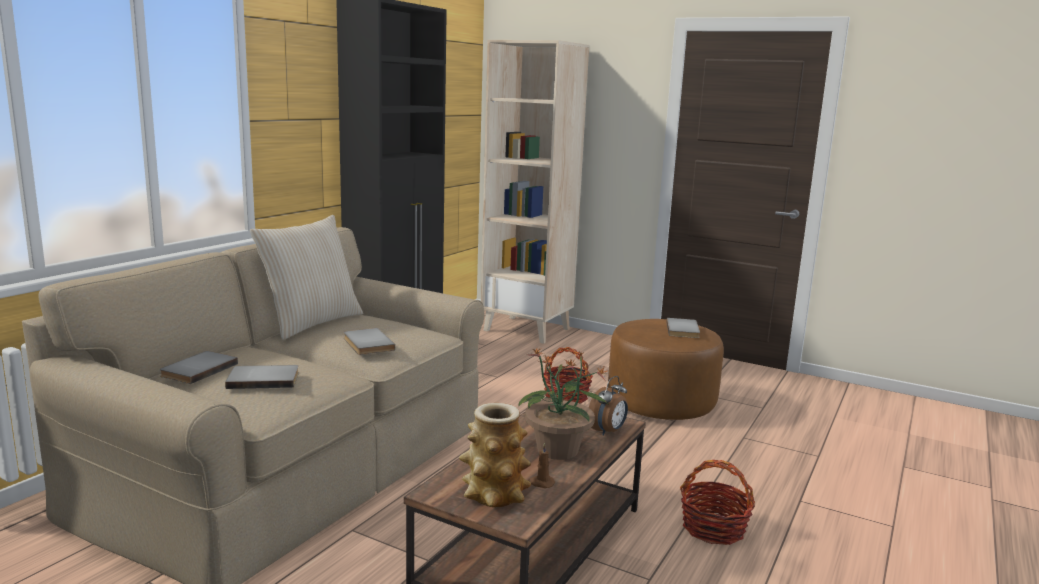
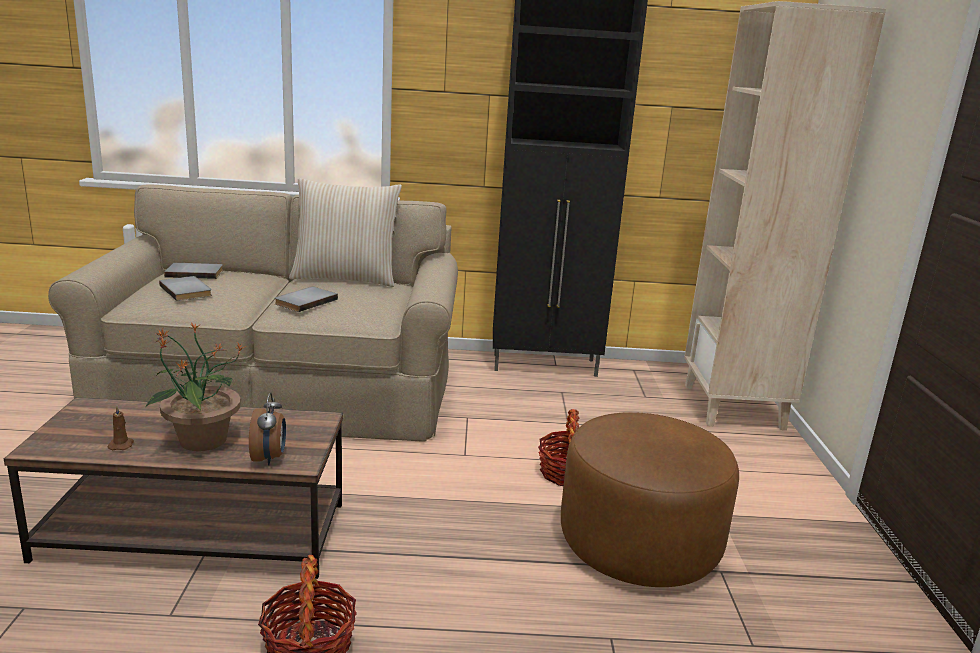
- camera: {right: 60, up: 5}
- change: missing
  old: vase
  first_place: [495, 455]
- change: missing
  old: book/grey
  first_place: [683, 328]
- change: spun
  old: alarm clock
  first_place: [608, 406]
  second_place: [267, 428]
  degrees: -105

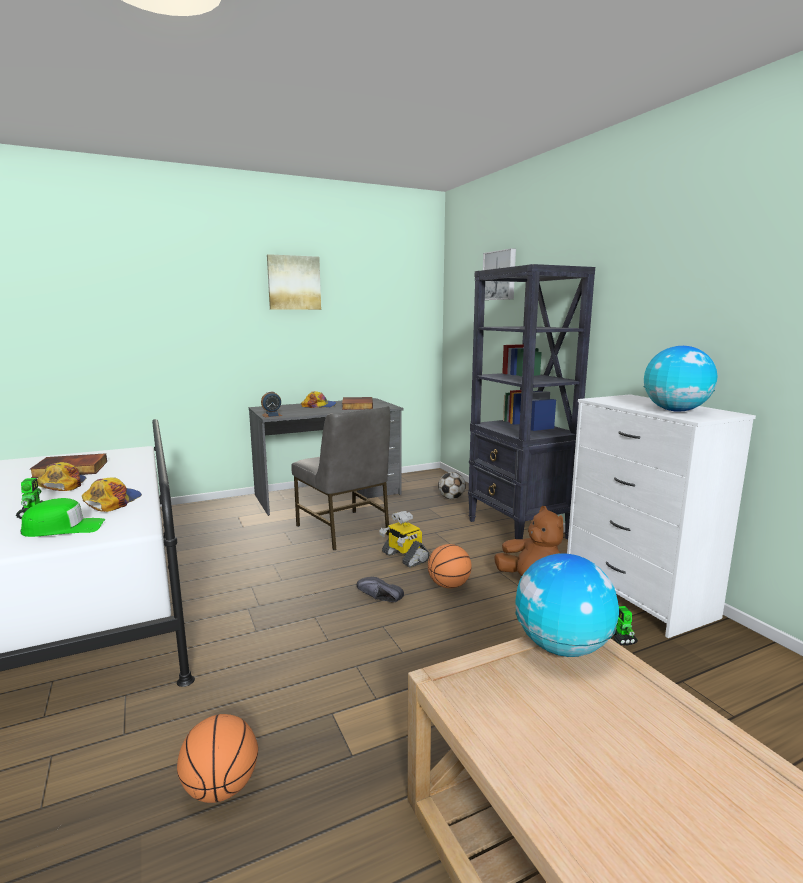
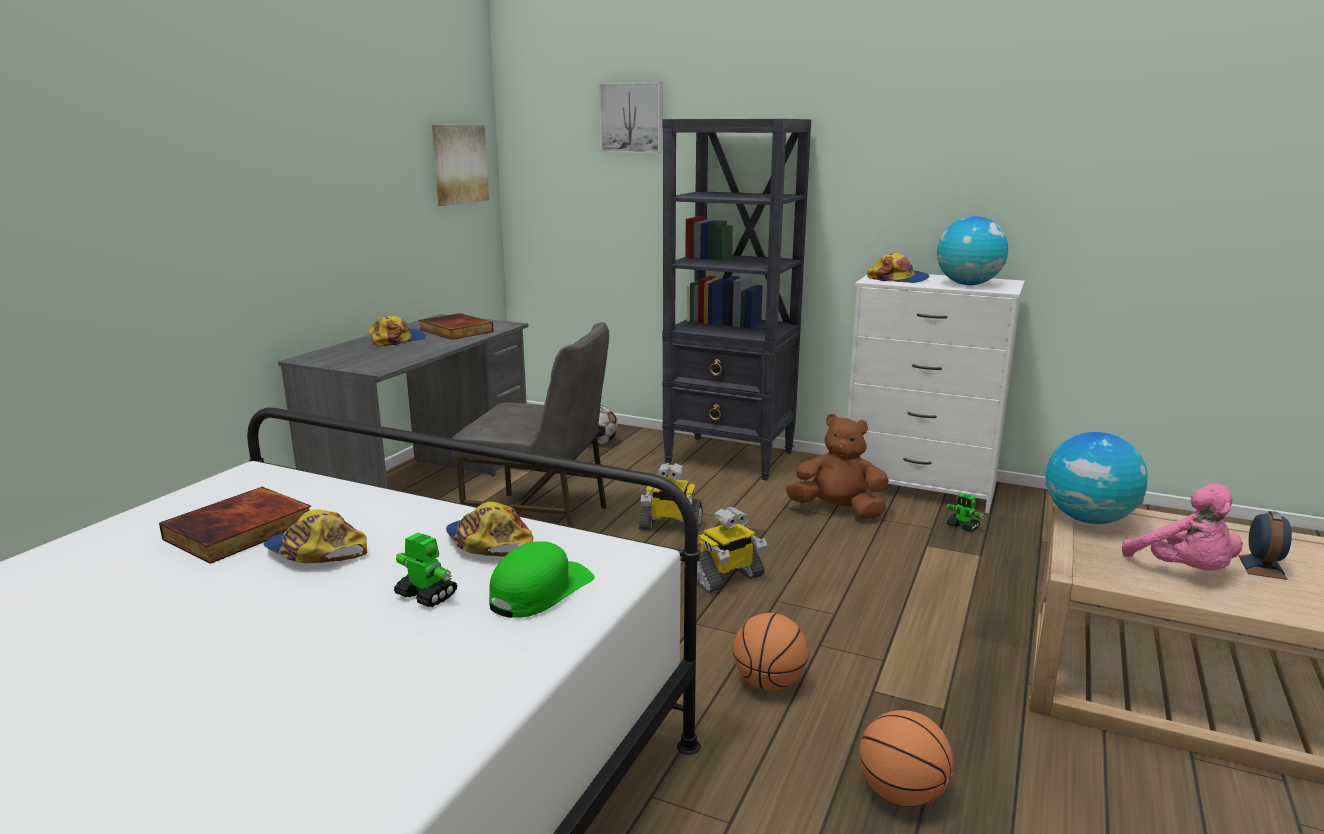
- camera: {right: -40, up: 5}
- change: appeared
  new: cap
  second_place: [898, 268]
- change: appeared
  new: plush toy/pink
  second_place: [1182, 527]
- change: relocated
  old: alarm clock
  first_place: [271, 404]
  second_place: [1265, 545]
- change: relocated
  old: picture
  first_place: [294, 282]
  second_place: [460, 165]
- change: relocated
  old: basketball
  first_place: [450, 566]
  second_place: [771, 651]
- change: exchanged
  old: shoe/black
  new: toy robot
  first_place: [380, 589]
  second_place: [732, 550]

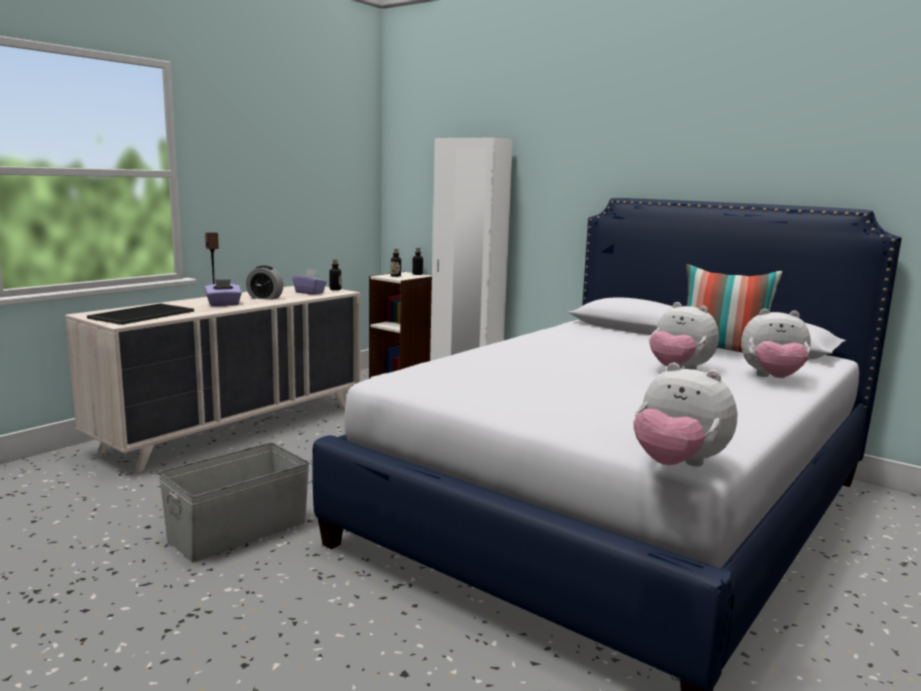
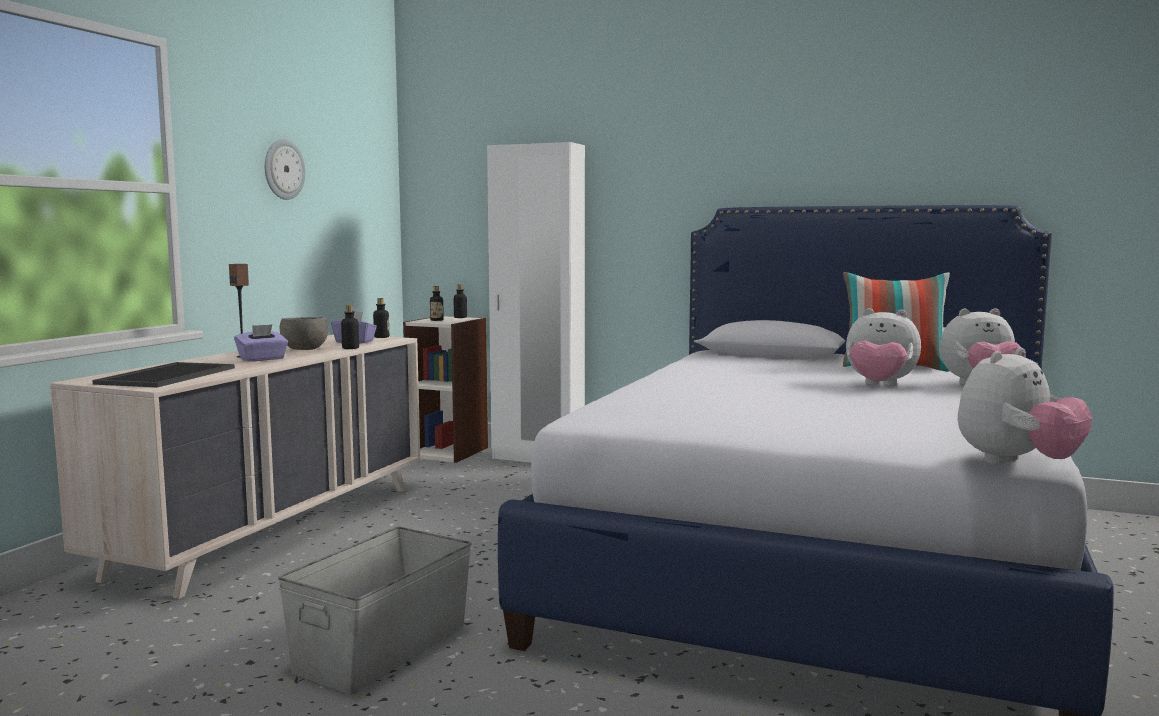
- camera: {right: -15, up: -5}
- change: appeared
  new: wall clock
  second_place: [285, 169]
- change: appeared
  new: bottle
  second_place: [350, 327]
- change: exchanged
  old: alarm clock
  new: bowl/grey
  first_place: [265, 282]
  second_place: [304, 333]
- change: spun
  old: plush toy
  first_place: [685, 415]
  second_place: [1025, 406]
  degrees: -60

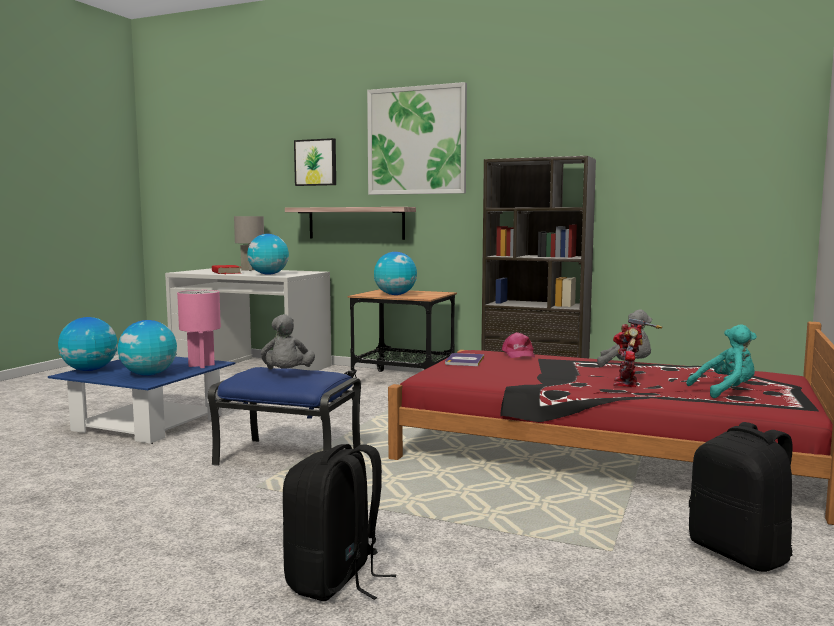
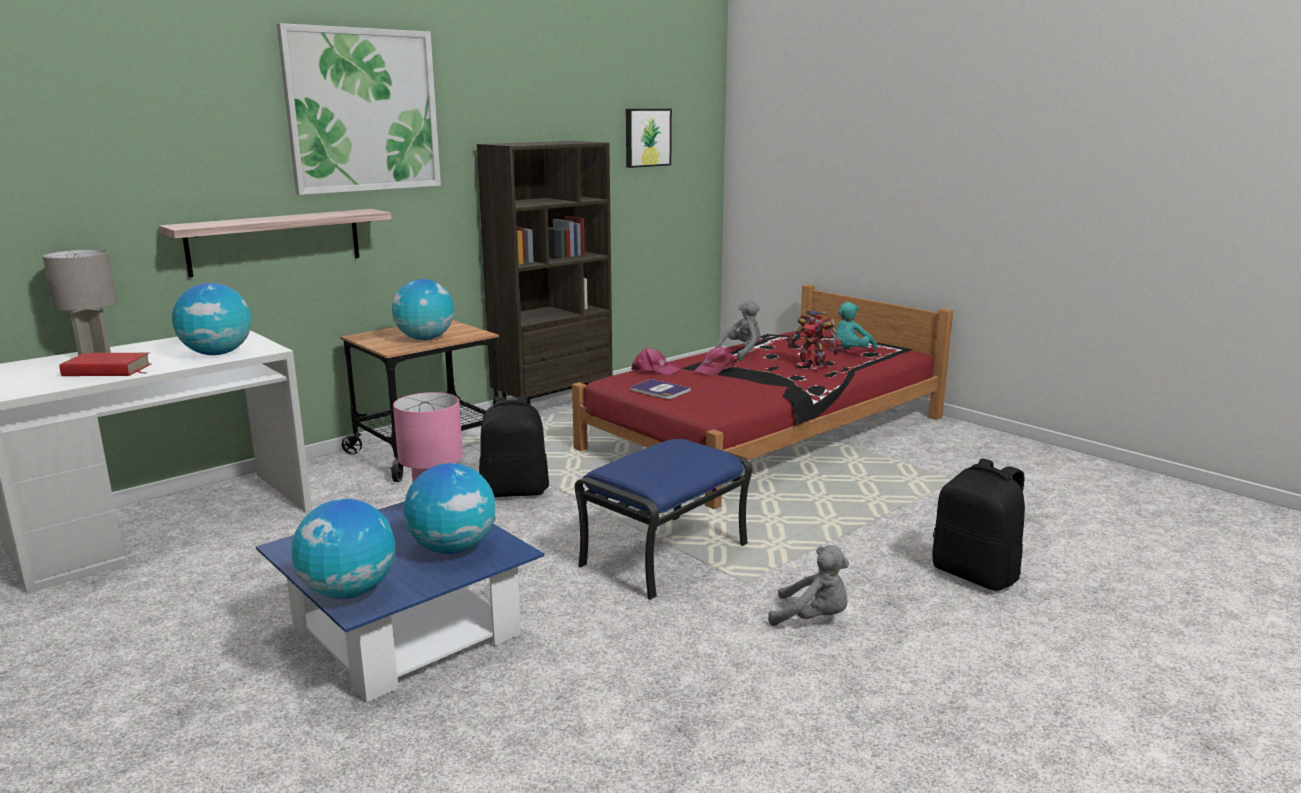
- camera: {right: -65, up: 10}
- change: appeared
  new: cap/pink
  second_place: [714, 361]
- change: relocated
  old: plush toy/grey
  first_place: [288, 342]
  second_place: [808, 585]
- change: relocated
  old: picture
  first_place: [315, 162]
  second_place: [649, 138]
- change: relocated
  old: backpack/black
  first_place: [741, 497]
  second_place: [514, 446]
- change: spun
  old: plush toy/turquoise
  first_place: [721, 361]
  second_place: [857, 326]
  degrees: -150

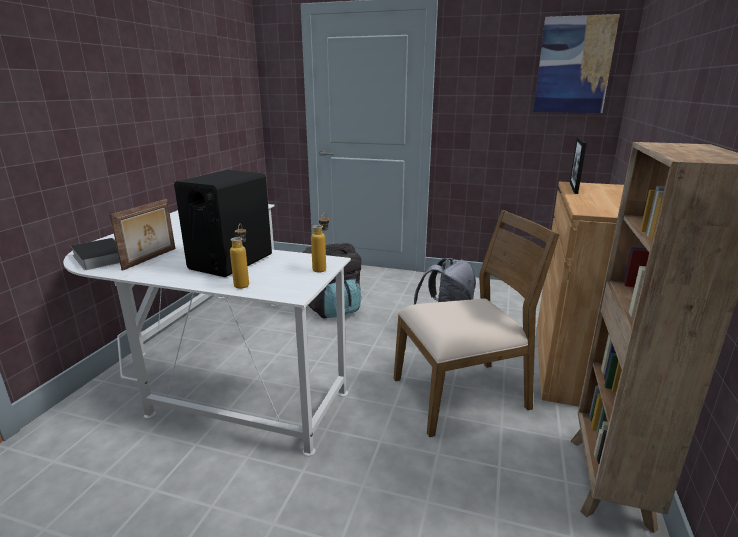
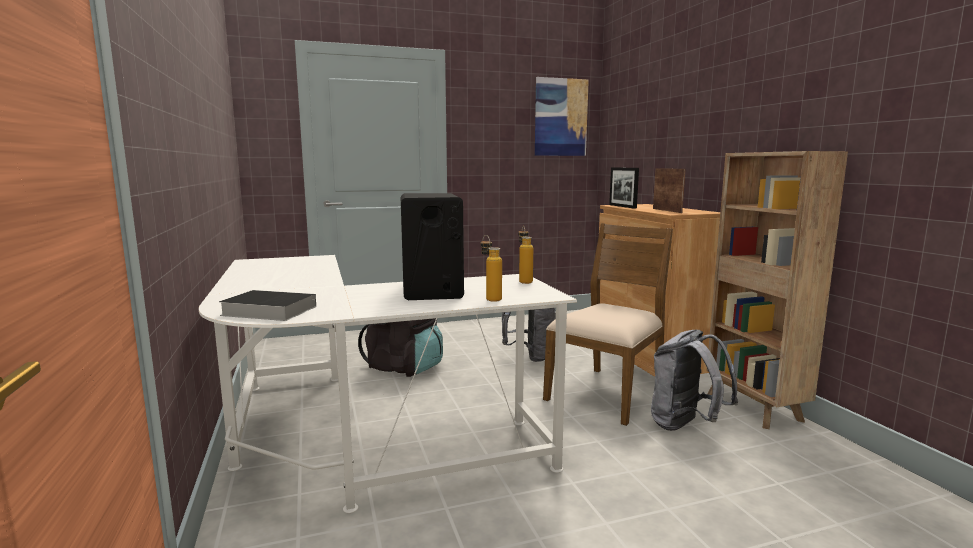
- camera: {right: -35, up: -10}
- change: appeared
  new: backpack/grey
  second_place: [694, 380]
- change: relocated
  old: picture frame
  first_place: [142, 235]
  second_place: [669, 190]

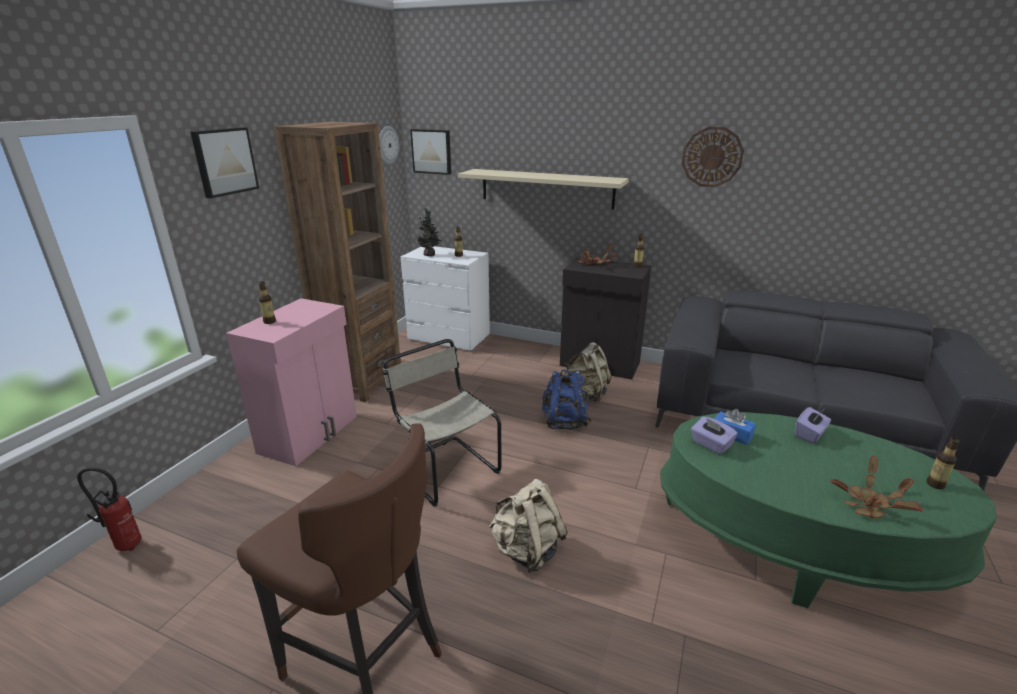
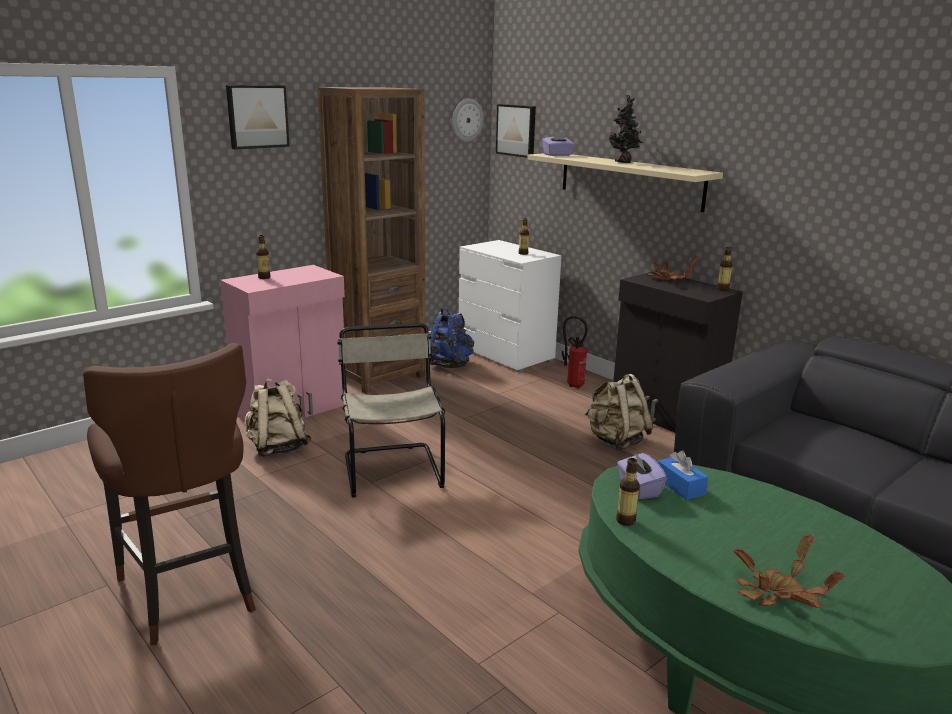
- camera: {right: 25, up: -5}
- change: missing
  old: wall clock
  first_place: [713, 157]
- change: relocated
  old: fire extinguisher
  first_place: [109, 509]
  second_place: [575, 352]
- change: relocated
  old: potted plant
  first_place: [429, 232]
  second_place: [626, 129]
- change: relocated
  old: backpack/beige
  first_place: [528, 526]
  second_place: [278, 418]
- change: relocated
  old: backpack/blue
  first_place: [566, 399]
  second_place: [452, 338]
- change: relocated
  old: tissue box/purple
  first_place: [813, 425]
  second_place: [558, 144]
- change: relocated
  old: bottle
  first_place: [943, 463]
  second_place: [628, 492]

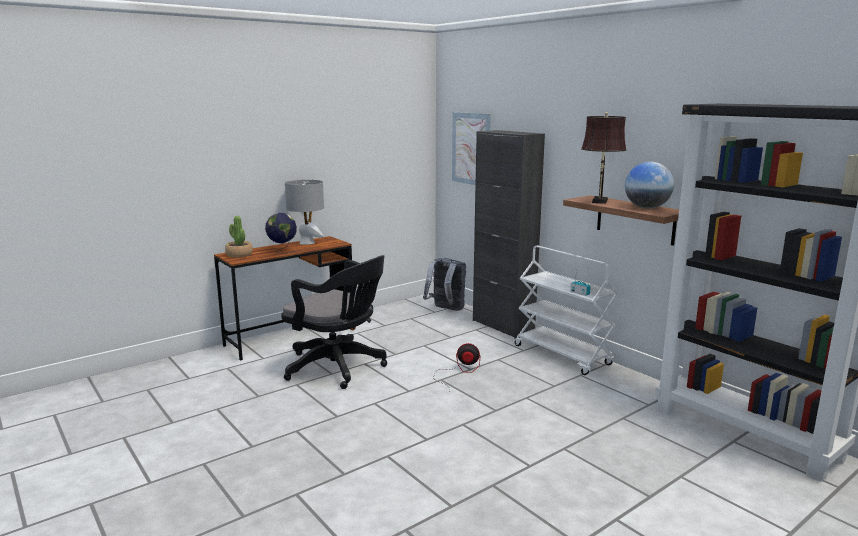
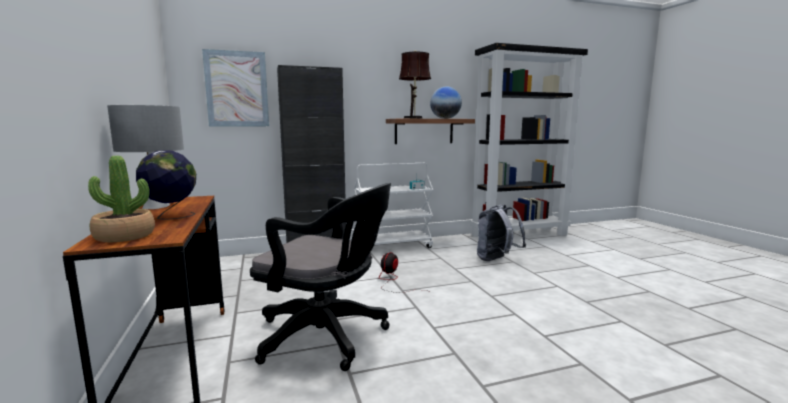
- camera: {right: -70, up: -5}
- change: relocated
  old: backpack/grey
  first_place: [444, 284]
  second_place: [501, 232]
- change: spun
  old: office chair/black
  first_place: [334, 322]
  second_place: [320, 277]
  degrees: 60

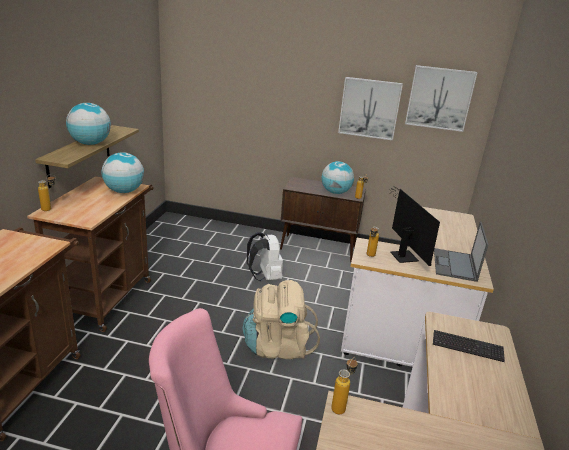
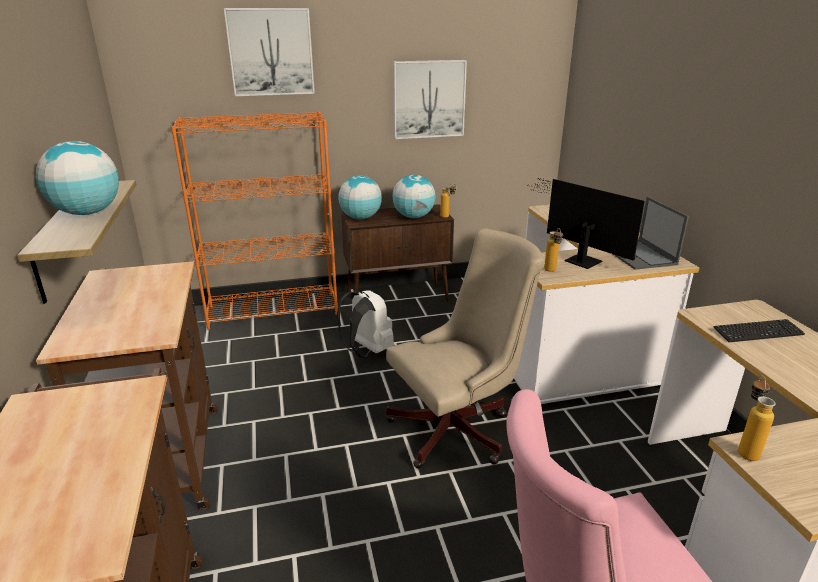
- camera: {right: -25, up: 0}
- change: missing
  old: bottle
  first_place: [46, 192]
- change: appeared
  new: bookcase/orange
  second_place: [254, 221]
- change: relocated
  old: globe
  first_place: [122, 172]
  second_place: [360, 197]
- change: relocated
  old: picture
  first_place: [441, 98]
  second_place: [269, 52]
- change: exchanged
  old: backpack/beige
  new: office chair/beige
  first_place: [281, 319]
  second_place: [465, 348]

